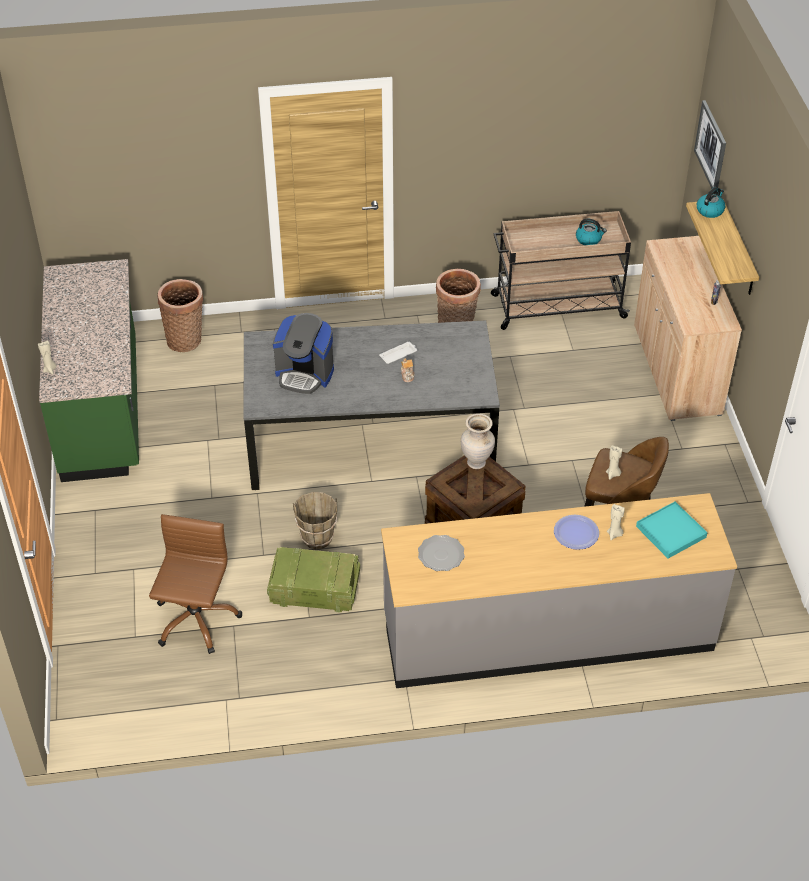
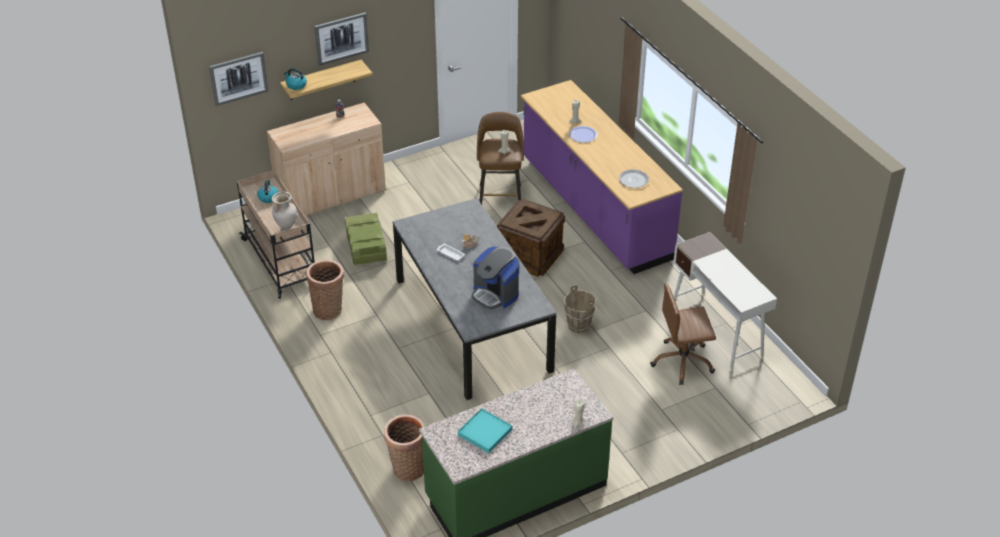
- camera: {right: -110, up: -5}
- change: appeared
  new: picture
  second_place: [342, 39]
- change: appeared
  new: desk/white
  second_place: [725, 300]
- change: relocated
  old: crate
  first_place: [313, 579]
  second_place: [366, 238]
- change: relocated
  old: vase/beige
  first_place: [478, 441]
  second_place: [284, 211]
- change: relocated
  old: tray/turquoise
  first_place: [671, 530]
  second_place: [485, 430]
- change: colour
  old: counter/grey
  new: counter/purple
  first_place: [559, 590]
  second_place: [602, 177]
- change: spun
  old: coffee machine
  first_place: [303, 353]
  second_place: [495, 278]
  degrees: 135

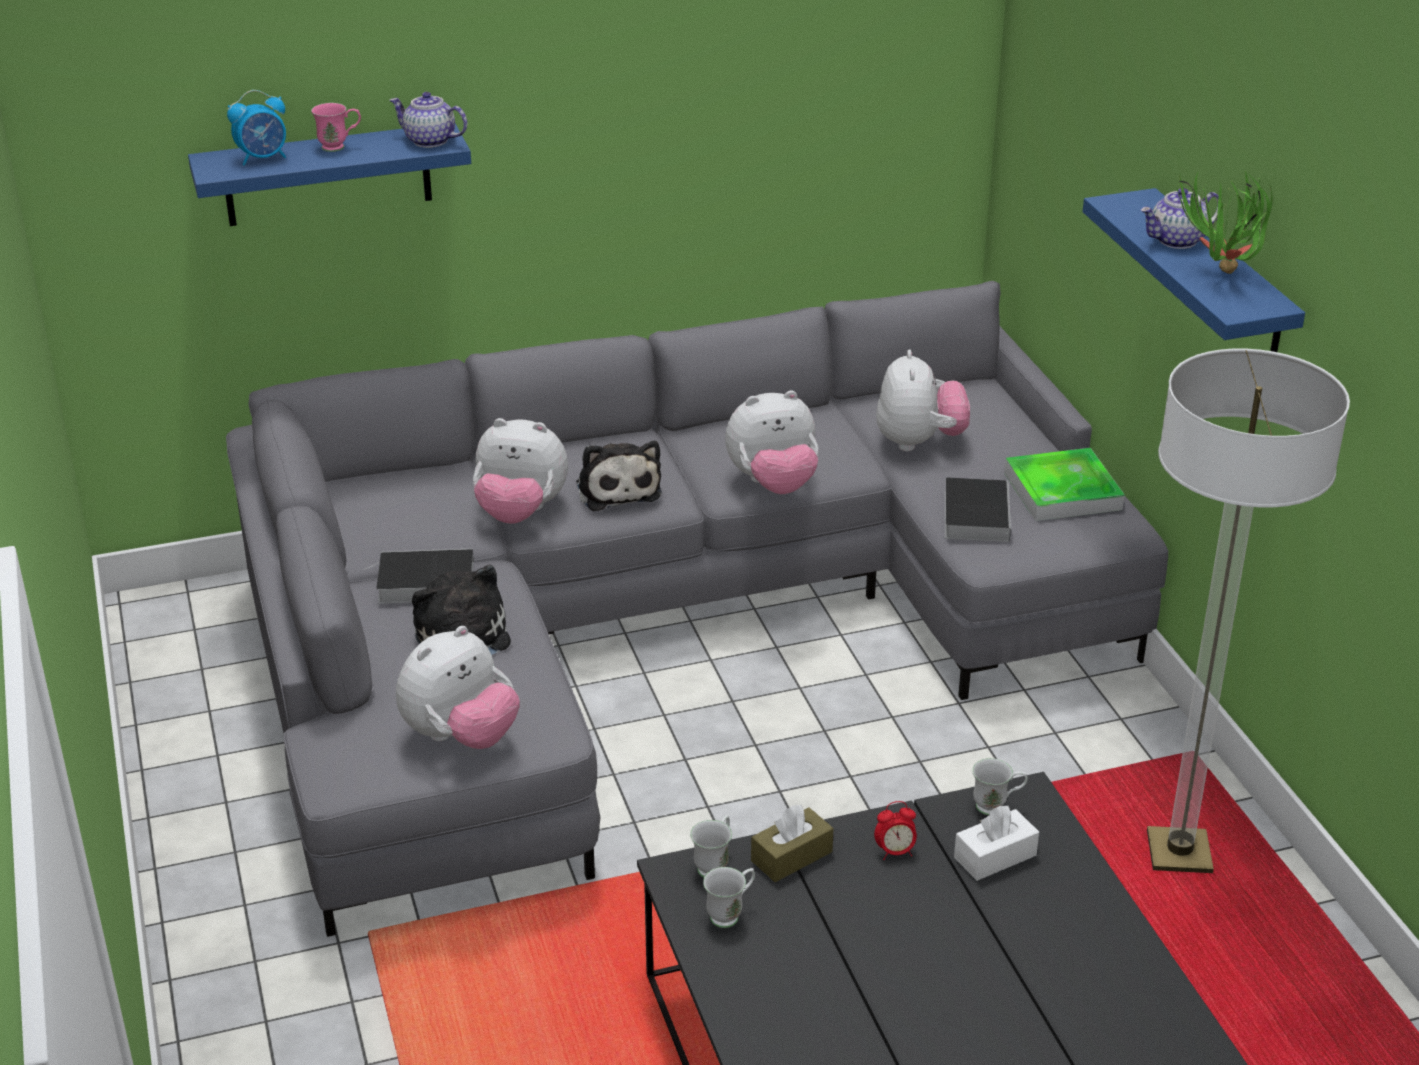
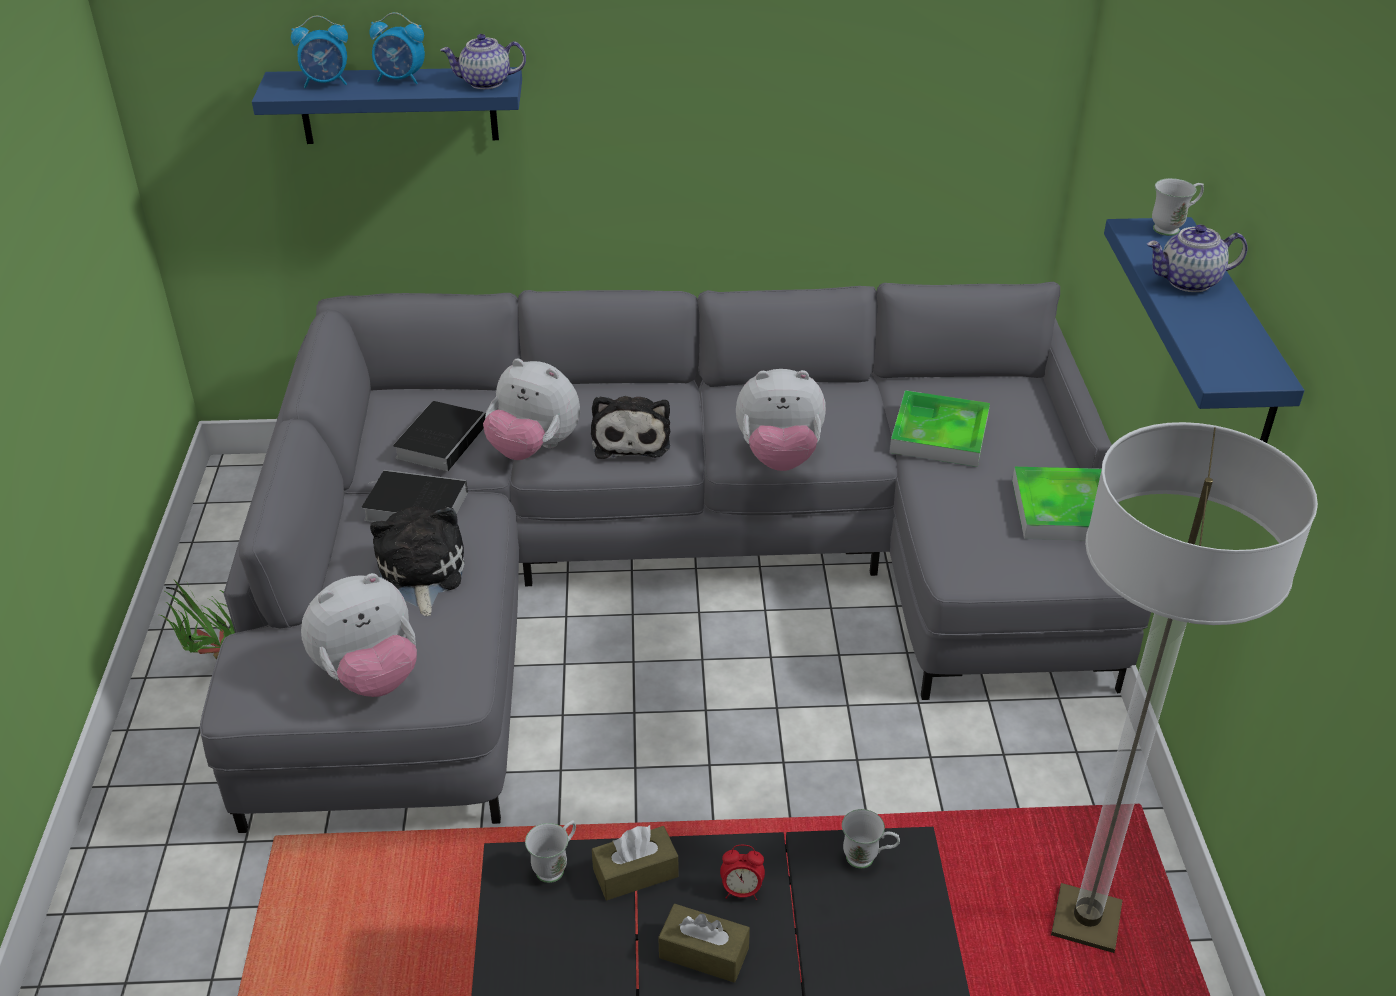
- camera: {right: 15, up: 5}
- change: missing
  old: tissue box/white
  first_place: [996, 843]
- change: appeared
  new: tissue box/brown
  second_place: [704, 943]
- change: relocated
  old: mug/white
  first_place: [729, 897]
  second_place: [1178, 207]
- change: relocated
  old: book
  first_place: [978, 510]
  second_place: [439, 436]
- change: relocated
  old: potted plant
  first_place: [1225, 222]
  second_place: [197, 619]
- change: exchanged
  old: mug/pink
  new: alarm clock
  first_place: [336, 127]
  second_place: [397, 48]
- change: exchanged
  old: plush toy
  new: tray
  first_place: [923, 400]
  second_place: [940, 428]
- change: spun
  old: teapot
  first_place: [428, 120]
  second_place: [483, 61]
  degrees: -45

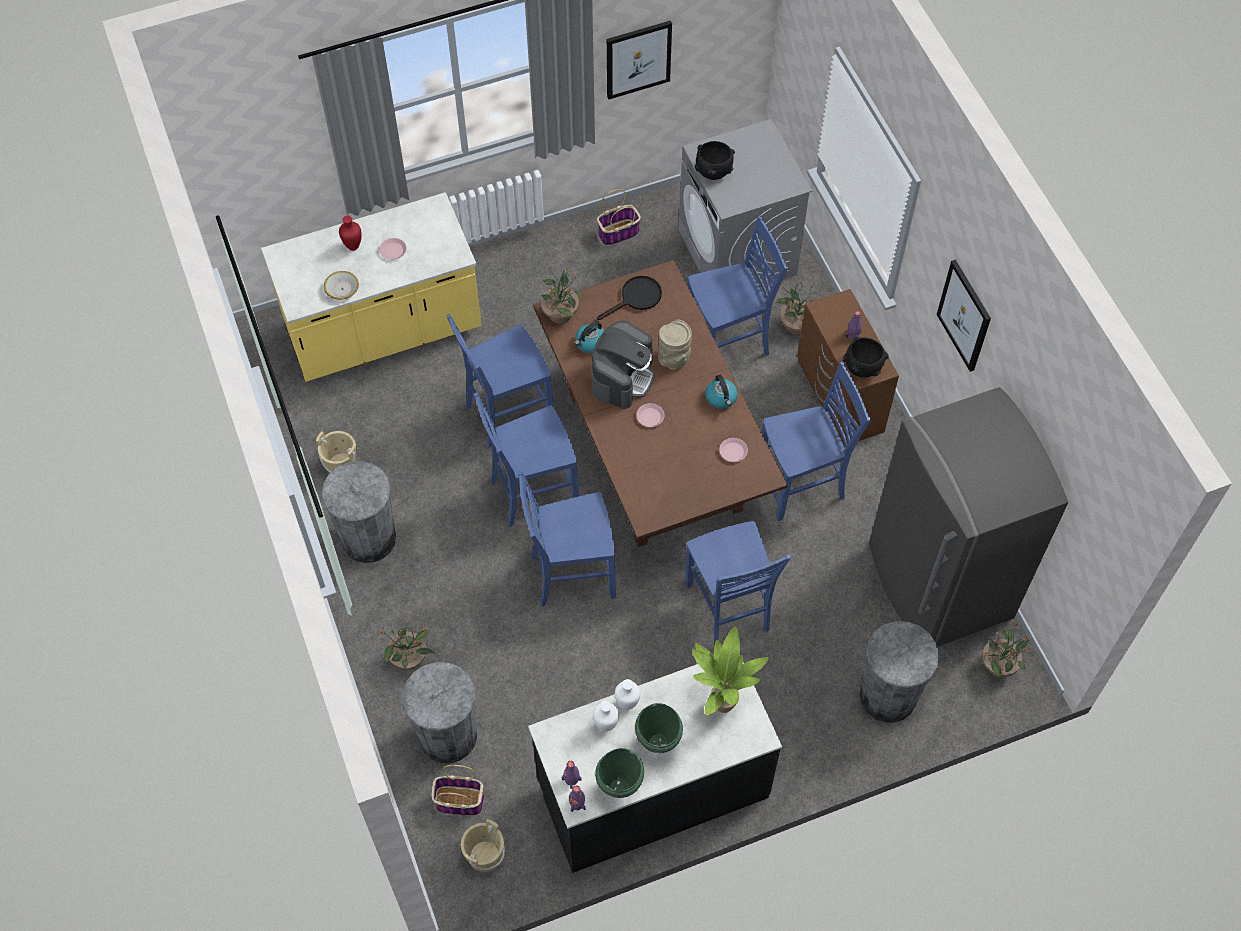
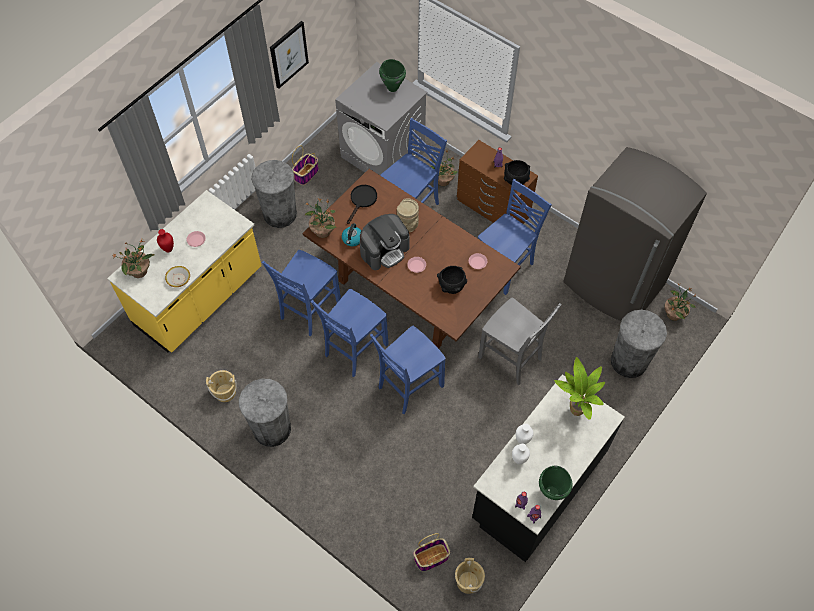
- camera: {right: -30, up: 0}
- change: missing
  old: kettle
  first_place: [721, 392]
- change: missing
  old: picture
  first_place: [964, 316]
- change: relocated
  old: potted plant
  first_place: [407, 646]
  second_place: [133, 258]
- change: relocated
  old: trash can/grey
  first_place: [439, 712]
  second_place: [274, 194]
- change: relocated
  old: cooking pot/green
  first_place: [659, 728]
  second_place: [392, 75]
- change: relocated
  old: bowl/black
  first_place: [715, 160]
  second_place: [452, 280]
- change: colour
  old: chair/blue
  new: chair/grey
  first_place: [738, 583]
  second_place: [520, 341]
- change: spun
  old: coffee machine
  first_place: [623, 365]
  second_place: [384, 242]
  degrees: 60

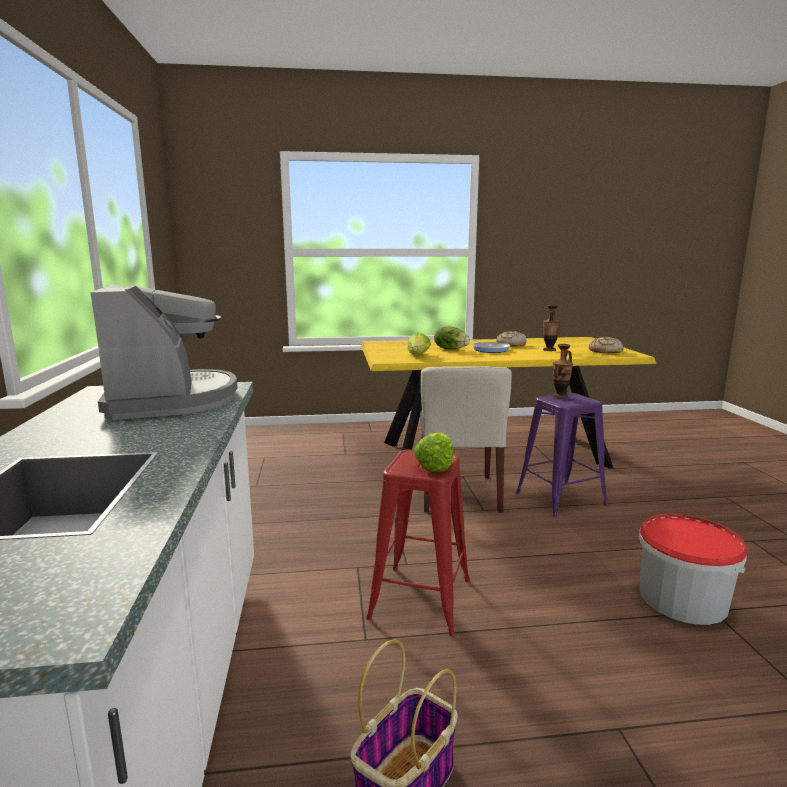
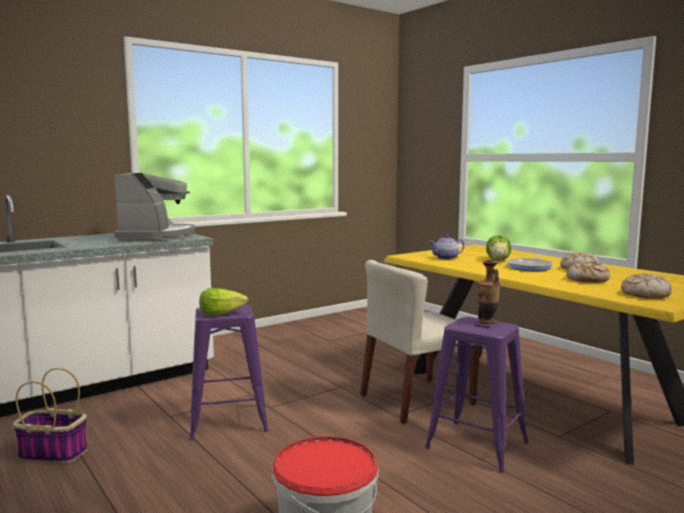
- camera: {right: 60, up: -5}
- change: exchanged
  old: lettuce
  new: teapot
  first_place: [419, 344]
  second_place: [446, 247]
- change: exchanged
  old: vase
  new: bread
  first_place: [551, 328]
  second_place: [588, 272]
- change: colour
  old: stool/red
  new: stool/purple
  first_place: [418, 543]
  second_place: [229, 372]
- change: spun
  old: coffee machine
  first_place: [164, 352]
  second_place: [154, 207]
  degrees: -45

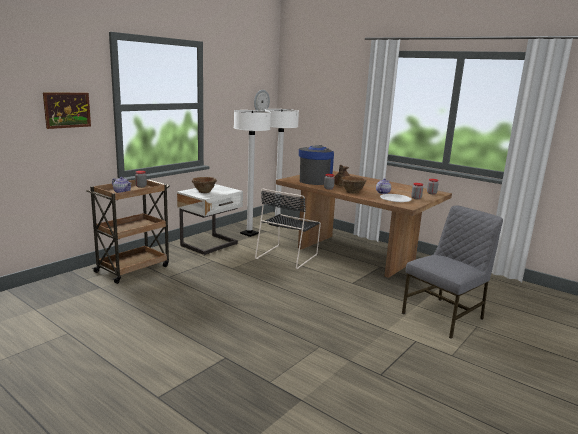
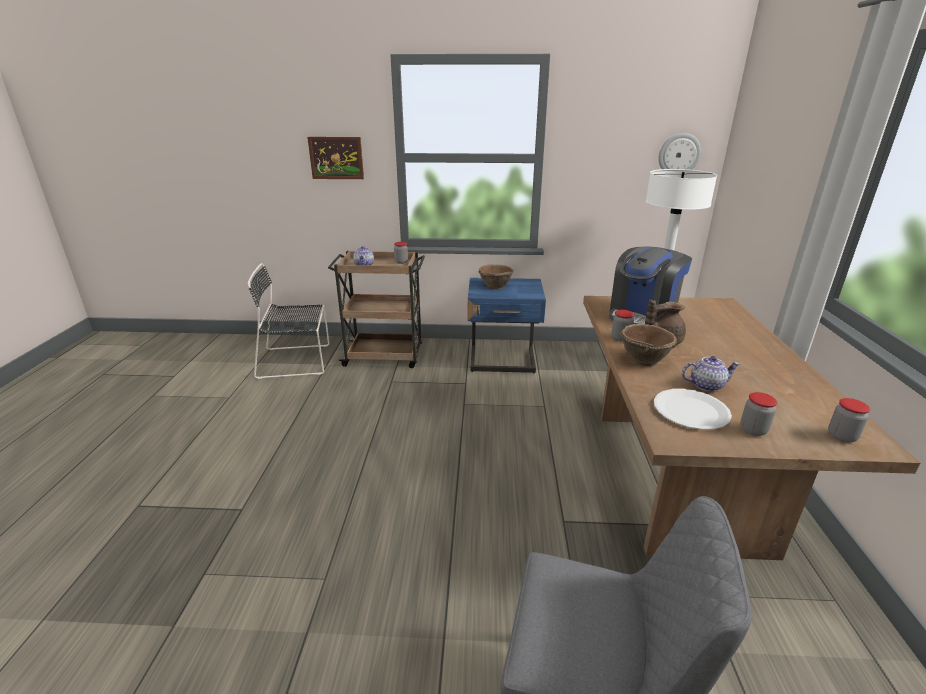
- camera: {right: 55, up: 10}
- change: missing
  old: floor lamp/white
  first_place: [252, 173]
- change: relocated
  old: chair/black
  first_place: [288, 229]
  second_place: [289, 321]
- change: colour
  old: nightstand/white
  new: nightstand/blue
  first_place: [210, 220]
  second_place: [506, 325]
- change: spun
  old: coffee machine
  first_place: [316, 165]
  second_place: [650, 285]
  degrees: 150

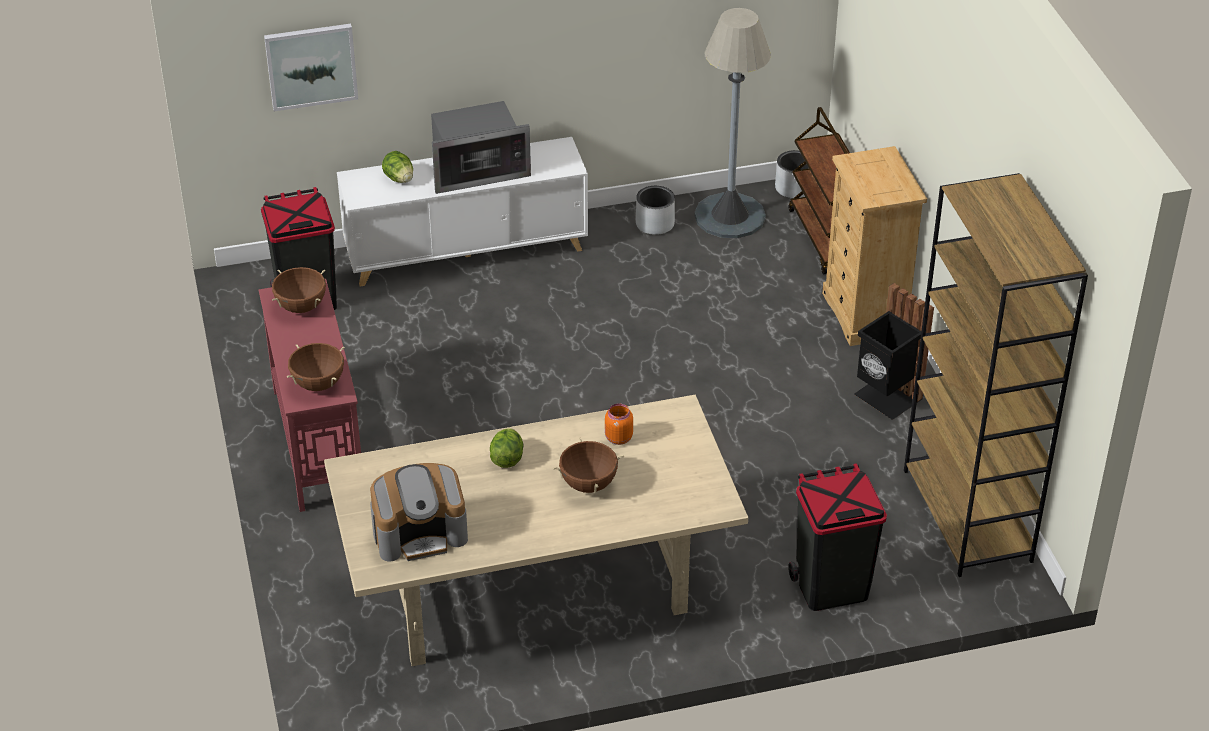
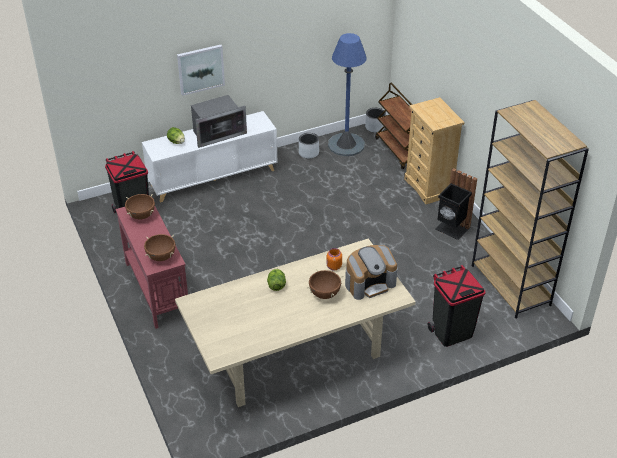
- camera: {right: -10, up: 0}
- change: relocated
  old: picture
  first_place: [311, 67]
  second_place: [201, 70]
- change: relocated
  old: coffee machine
  first_place: [419, 512]
  second_place: [371, 272]
- change: colour
  old: floor lamp/grey
  new: floor lamp/blue
  first_place: [732, 123]
  second_place: [347, 94]

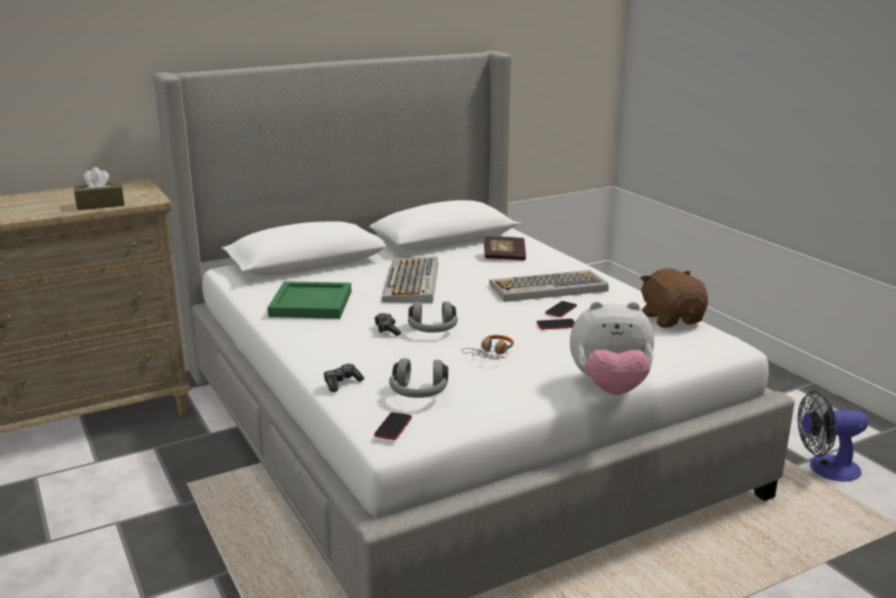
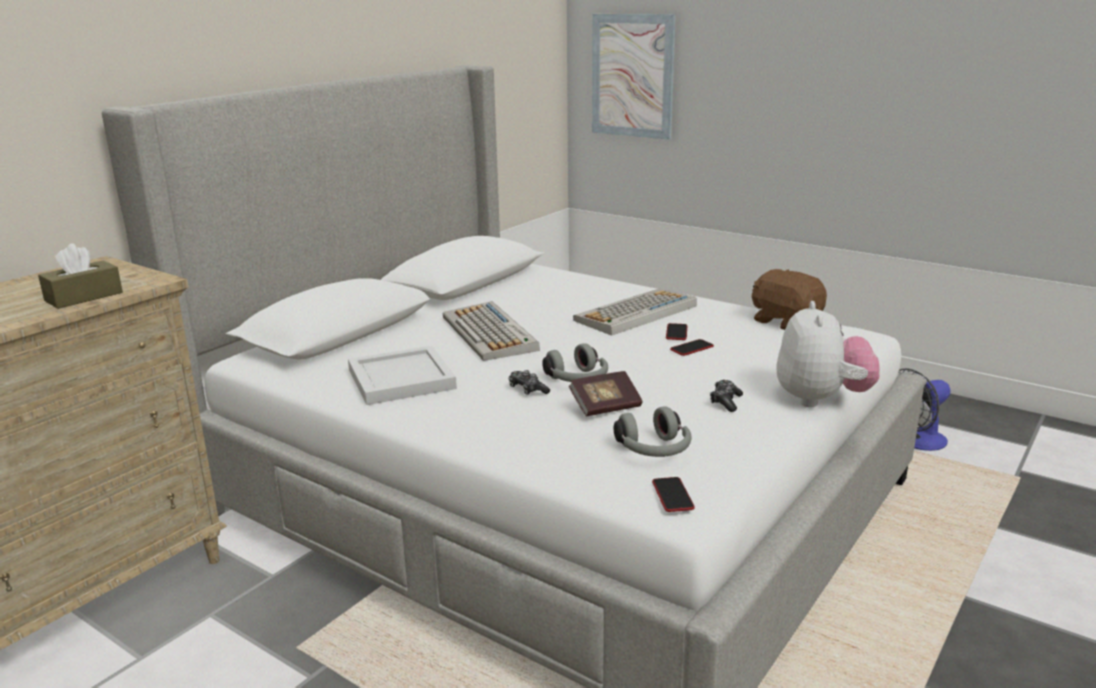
- camera: {right: -25, up: 0}
- change: missing
  old: headphones
  first_place: [488, 347]
- change: appeared
  new: picture
  second_place: [634, 77]
- change: relocated
  old: game controller
  first_place: [344, 378]
  second_place: [726, 396]
- change: relocated
  old: book
  first_place: [505, 248]
  second_place: [606, 393]
- change: colour
  old: tray/green
  new: tray/white
  first_place: [310, 300]
  second_place: [402, 375]
- change: spun
  old: plush toy
  first_place: [612, 348]
  second_place: [828, 354]
  degrees: -60

